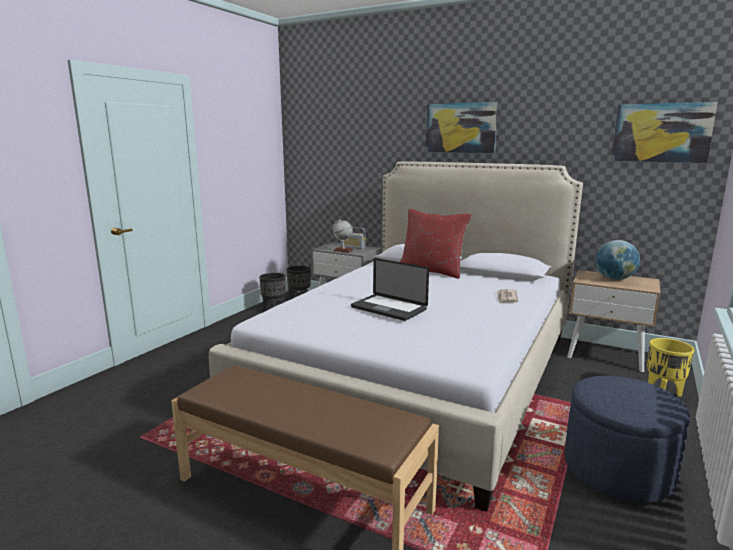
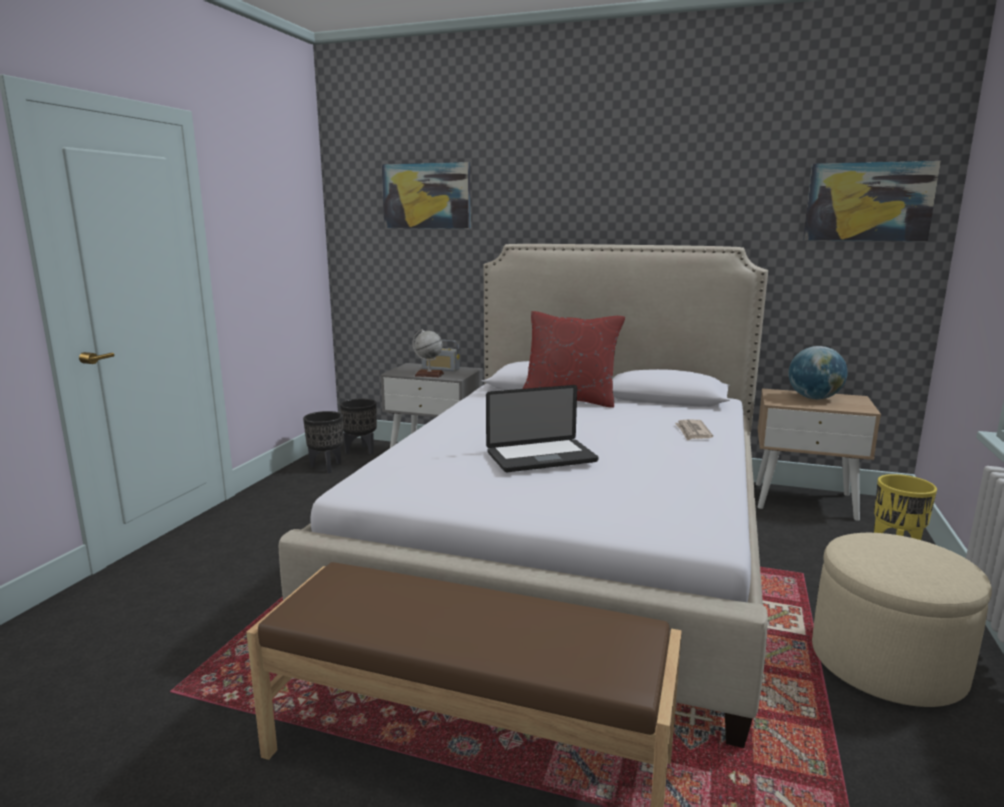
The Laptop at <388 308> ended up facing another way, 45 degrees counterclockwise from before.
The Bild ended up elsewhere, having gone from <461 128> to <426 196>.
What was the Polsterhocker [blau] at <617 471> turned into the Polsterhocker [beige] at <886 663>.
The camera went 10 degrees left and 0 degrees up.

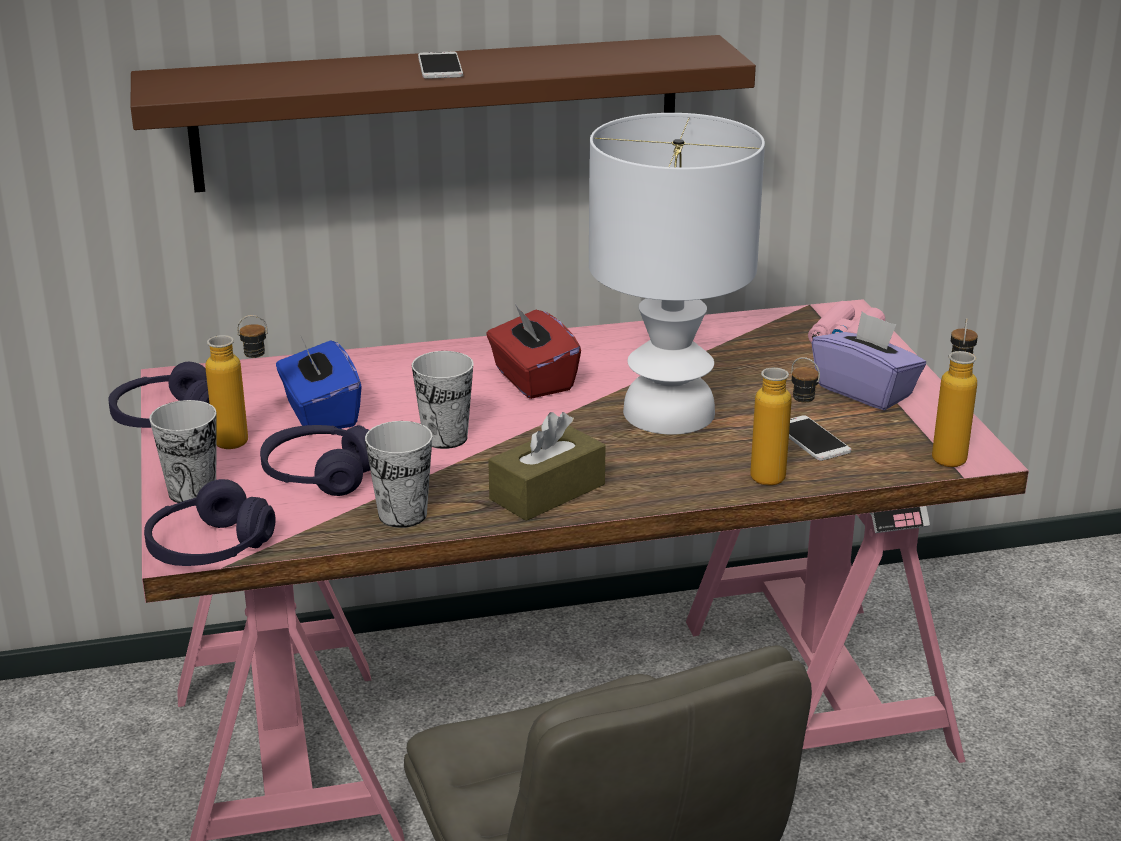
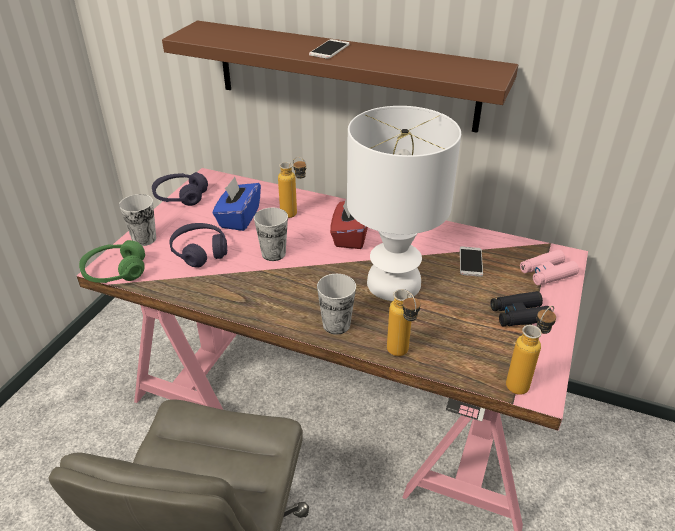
What was the Kopfhörer [lila] at <210 548> turned into the Kopfhörer [grün] at <115 272>.
The Flasche ended up elsewhere, having gone from <246 441> to <294 216>.
The Tasse ended up elsewhere, having gone from <402 515> to <336 324>.
The second view lost the Taschentuchbox [braun] at <547 492>.
The Handy ended up elsewhere, having gone from <812 439> to <470 262>.
Where the Taschentuchbox [lila] stood at <865 391>, the Fernglas [schwarz] came to stand at <519 315>.
The camera went 35 degrees right and 10 degrees up.

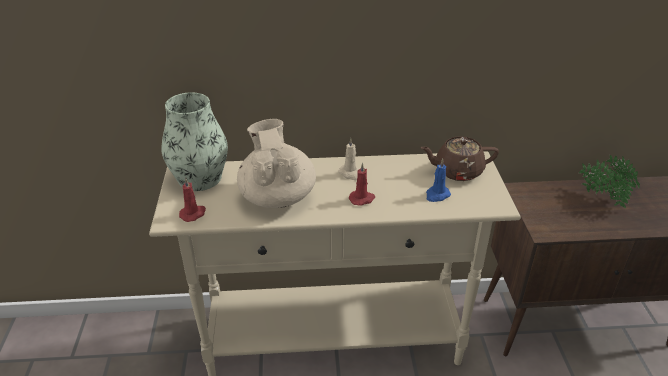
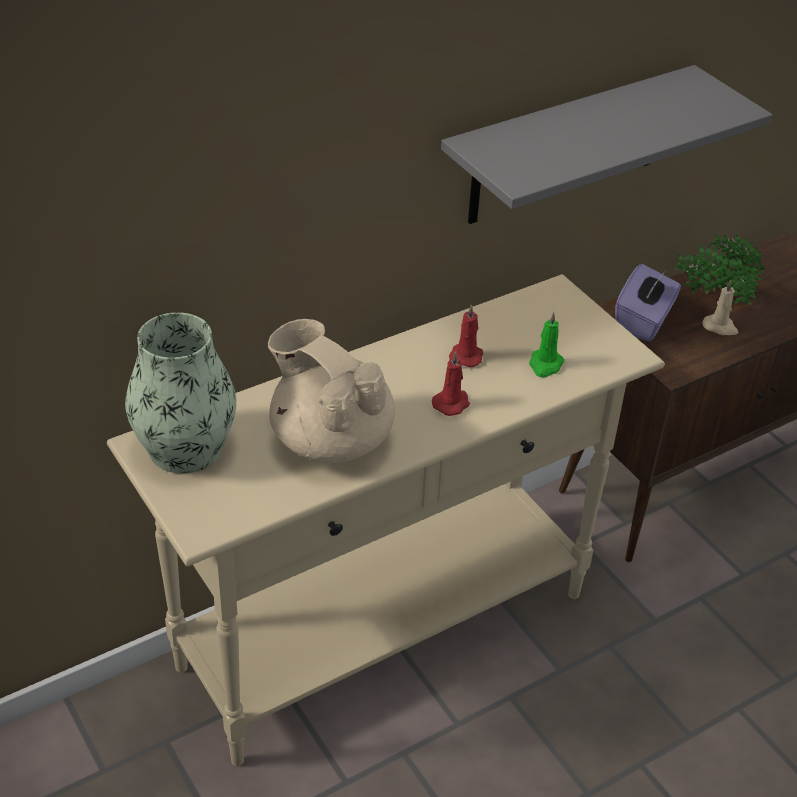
The Kerze [rot] ended up elsewhere, having gone from <193 214> to <466 355>.
The Kerze [beige] ended up elsewhere, having gone from <350 173> to <720 327>.
The second view lost the Teekanne [braun] at <457 171>.
What was the Kerze [blau] at <437 195> turned into the Kerze [grün] at <545 365>.
The second view gained the Wandregal [grau] at <567 146>.
The second view gained the Taschentuchbox [lila] at <643 321>.
The camera went 30 degrees left and 5 degrees up.

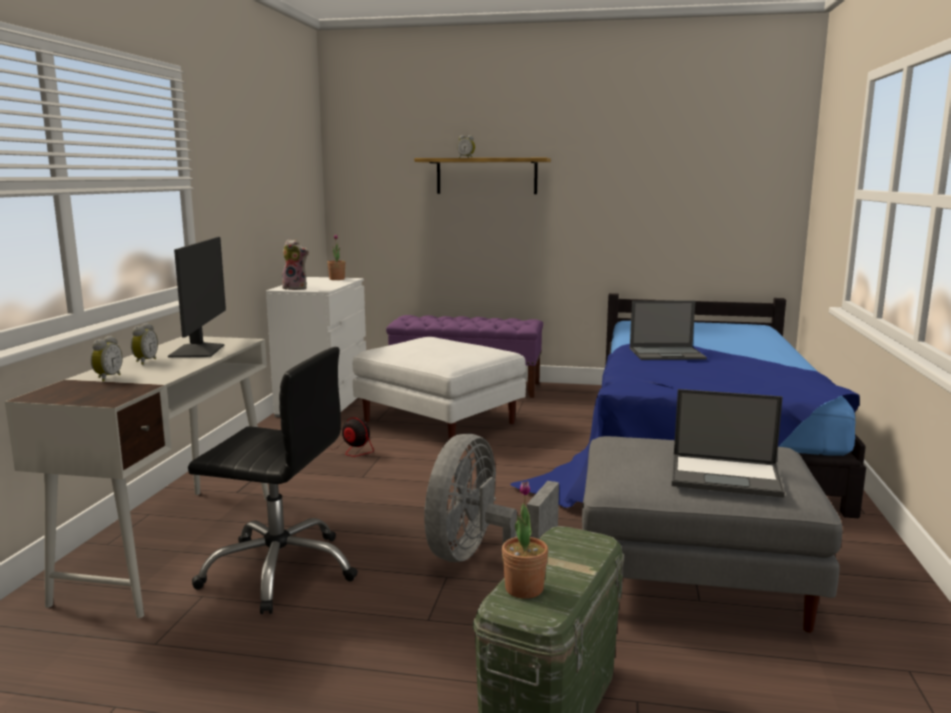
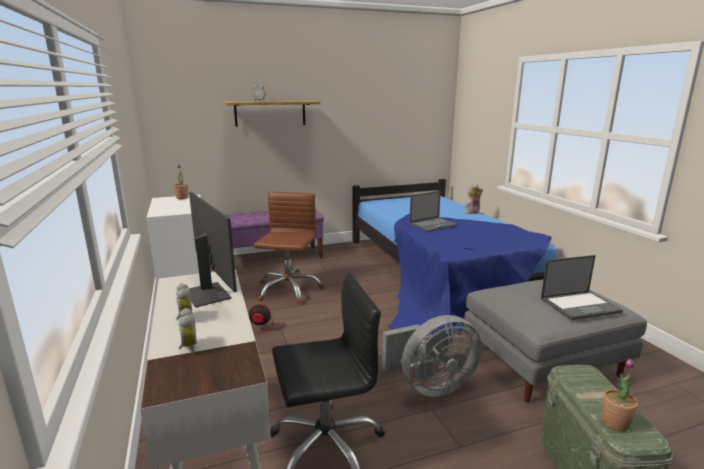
The Plüschtier ended up elsewhere, having gone from <296 288> to <472 212>.
Where the Polsterhocker [weiß] stood at <441 422>, the Bürostuhl [braun] came to stand at <288 289>.
The Ventilator [grau] at <479 556> ended up facing another way, 105 degrees counterclockwise from before.
The camera went 30 degrees left and 5 degrees up.

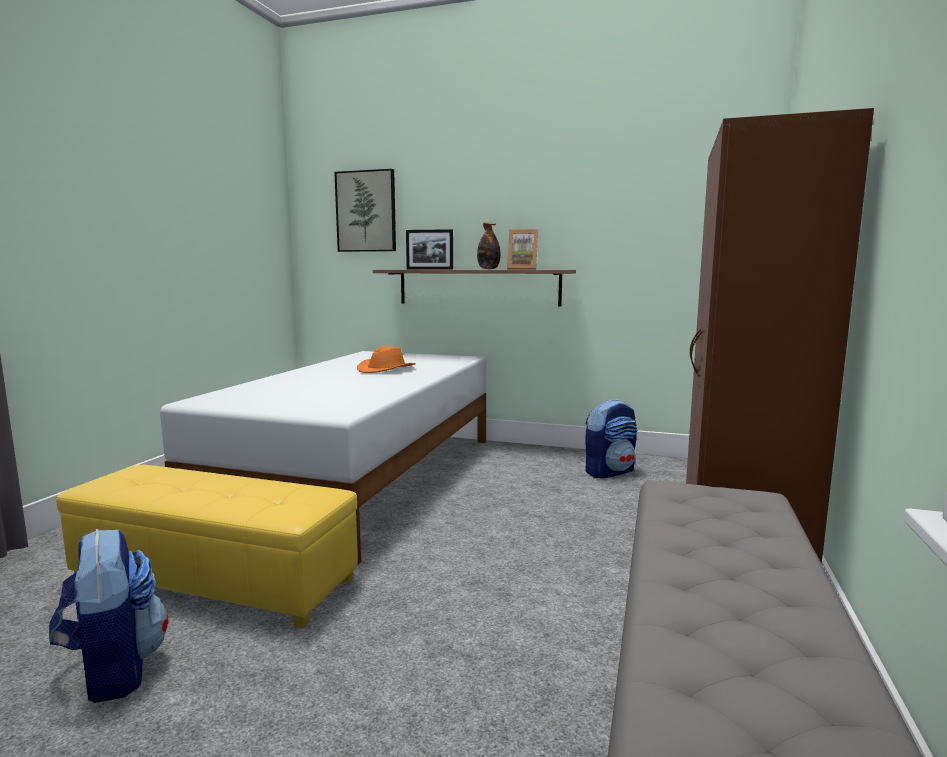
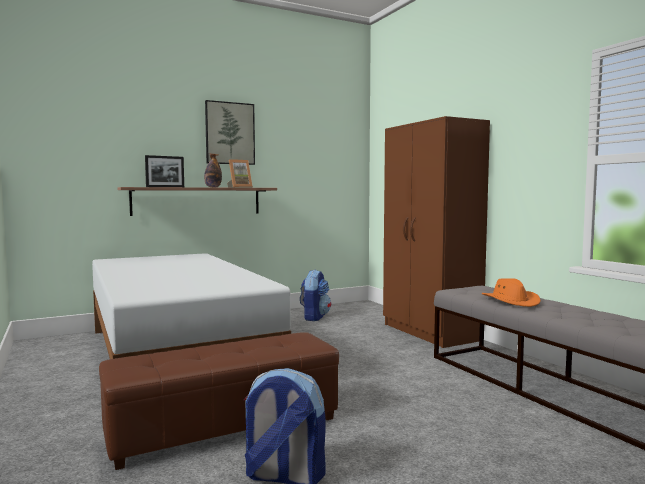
What was the Polsterhocker [gelb] at <216 579> turned into the Polsterhocker [braun] at <225 426>.
The Bild ended up elsewhere, having gone from <366 211> to <230 133>.
The Hut [orange] ended up elsewhere, having gone from <386 369> to <511 301>.
The camera went 45 degrees left and 5 degrees down.

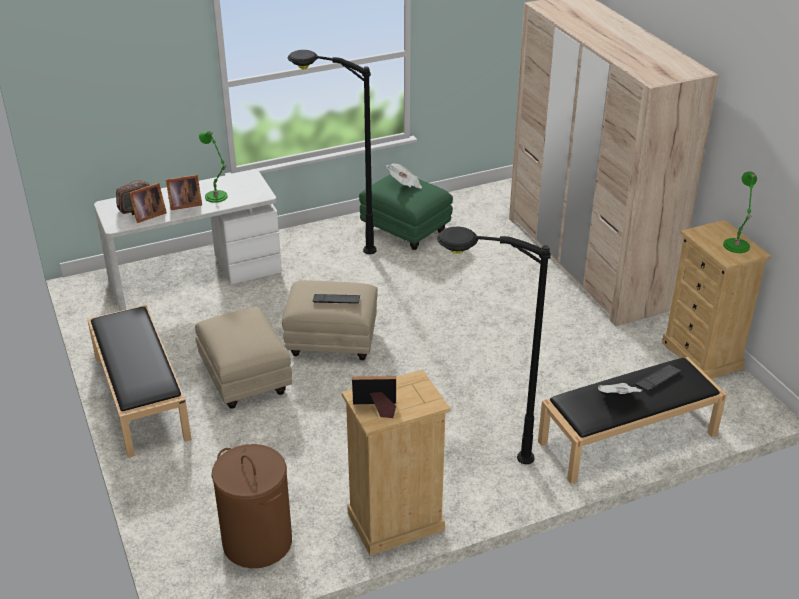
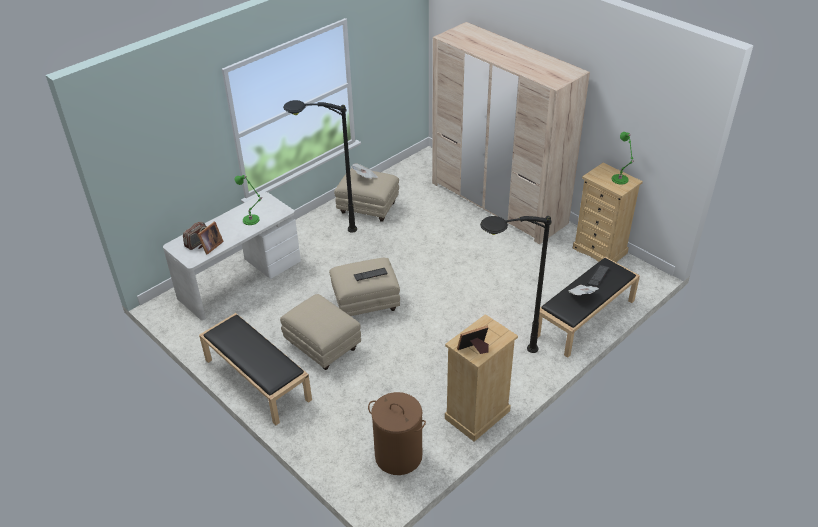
The second view lost the Bilderrahmen at <184 204>.
What was the Polsterhocker [grün] at <406 231> turned into the Polsterhocker [beige] at <368 208>.
The camera went 20 degrees left and 5 degrees up.

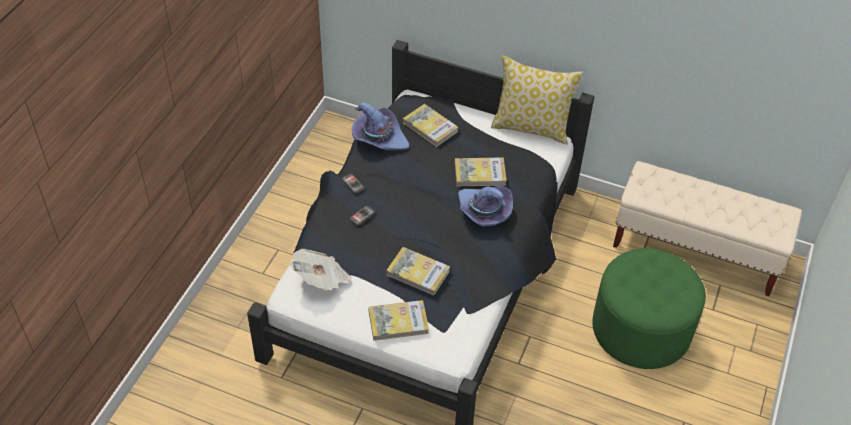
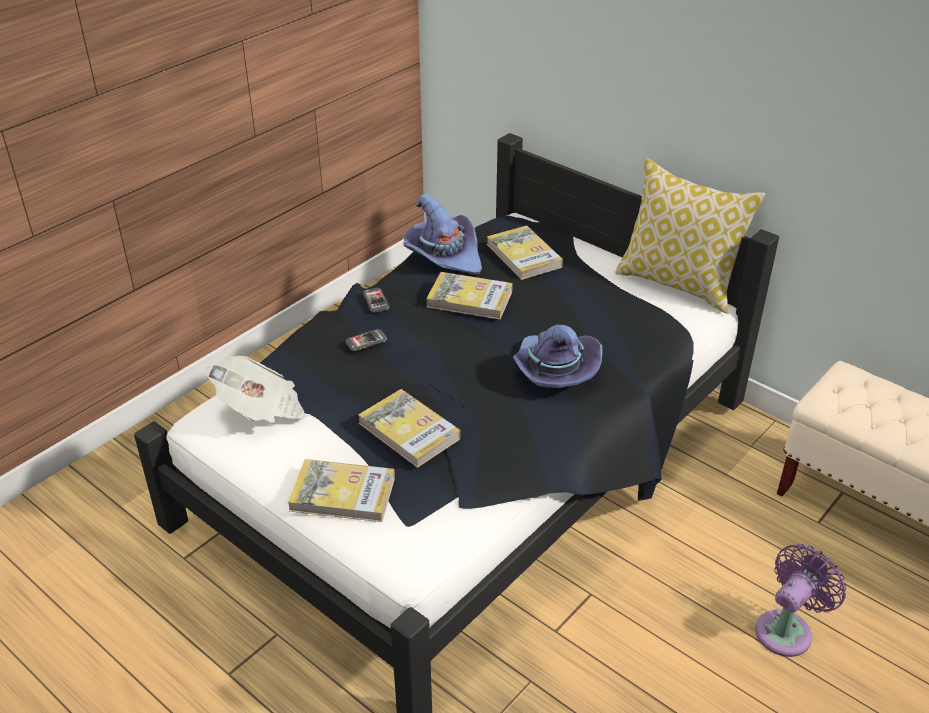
The Buch ended up elsewhere, having gone from <480 174> to <469 299>.
Where the Polsterhocker [grün] stood at <641 329>, the Ventilator [lila] came to stand at <787 629>.
The camera went 20 degrees right and 10 degrees down.

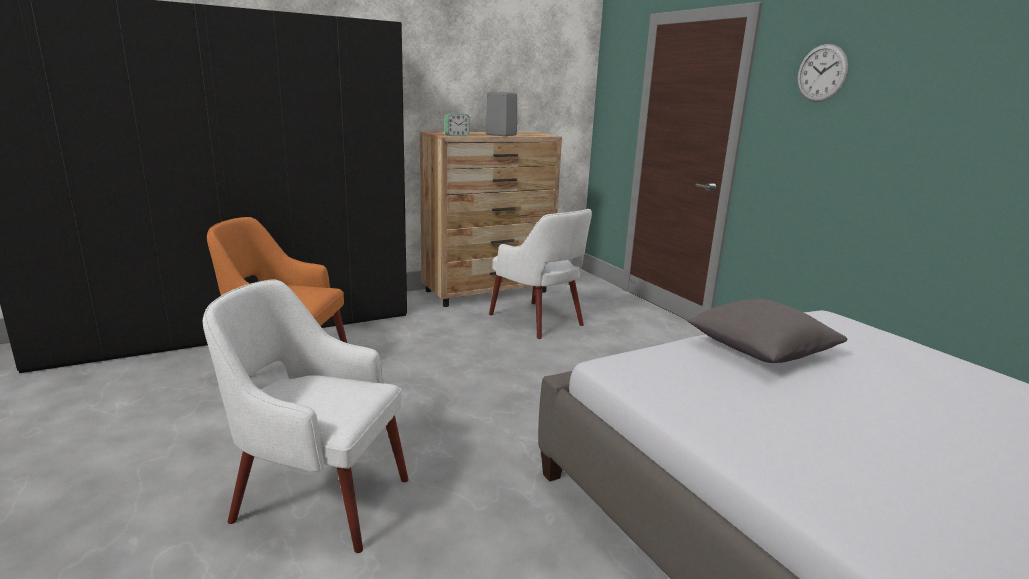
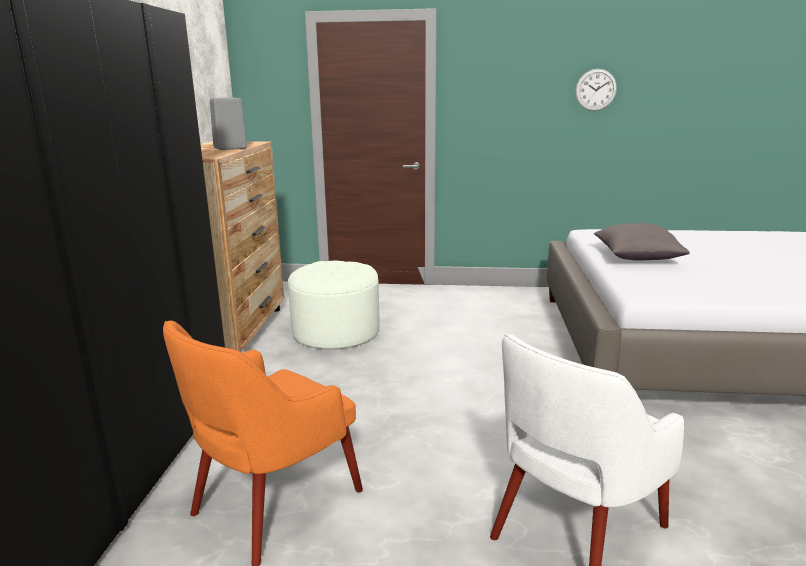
The second view lost the Wecker at <456 135>.
Where the Sessel [weiß] stood at <537 320>, the Polsterhocker [weiß] came to stand at <336 332>.
The Wanduhr ended up elsewhere, having gone from <822 73> to <595 90>.
The camera went 55 degrees left and 0 degrees up.

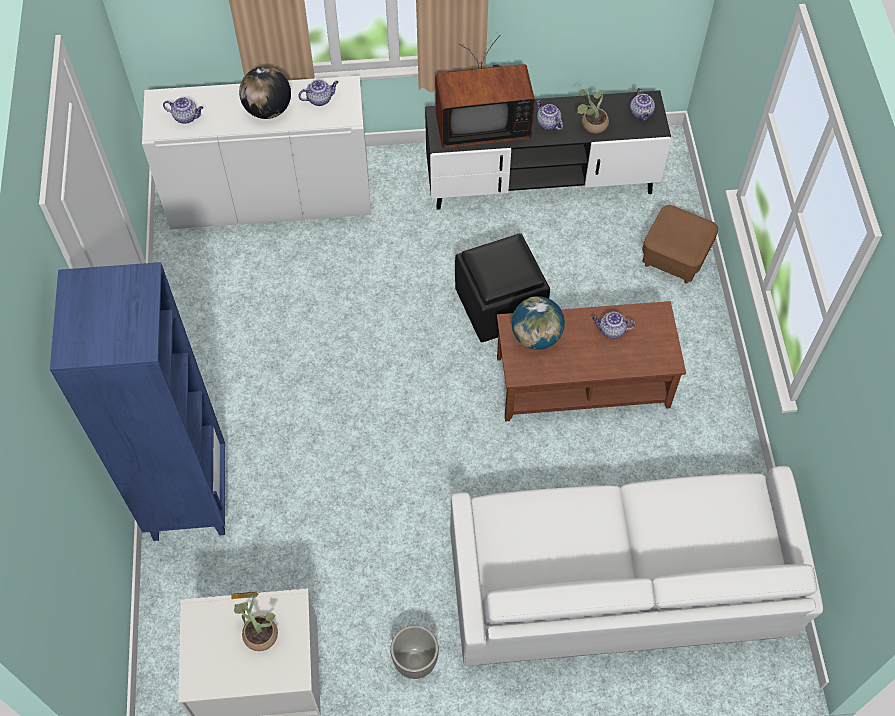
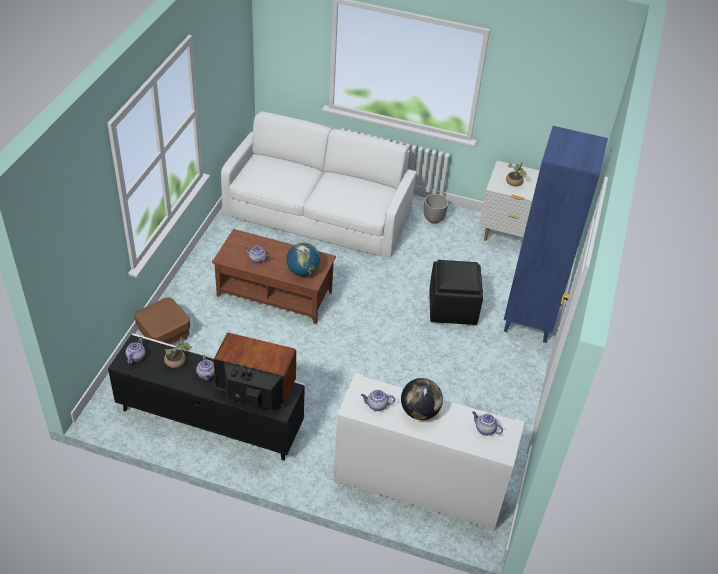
The Polsterhocker [schwarz] ended up elsewhere, having gone from <499 305> to <453 308>.
The camera went 160 degrees left and 15 degrees down.

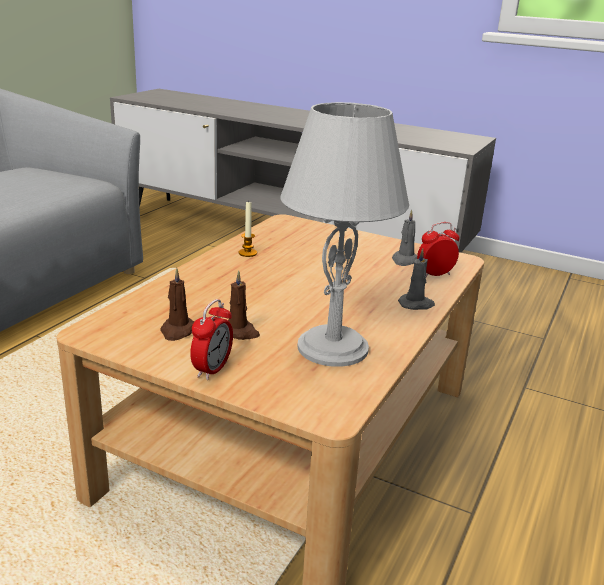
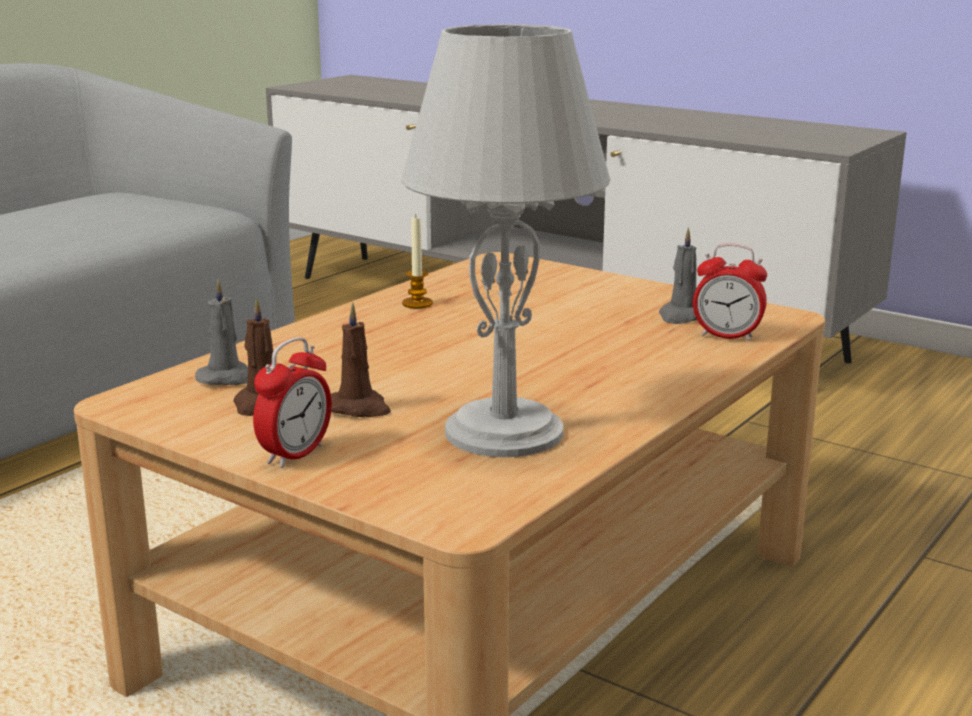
The Kerze [grau] ended up elsewhere, having gone from <416 304> to <229 378>.
The Wecker at <435 274> ended up facing another way, 150 degrees counterclockwise from before.
The camera went 10 degrees right and 5 degrees down.

